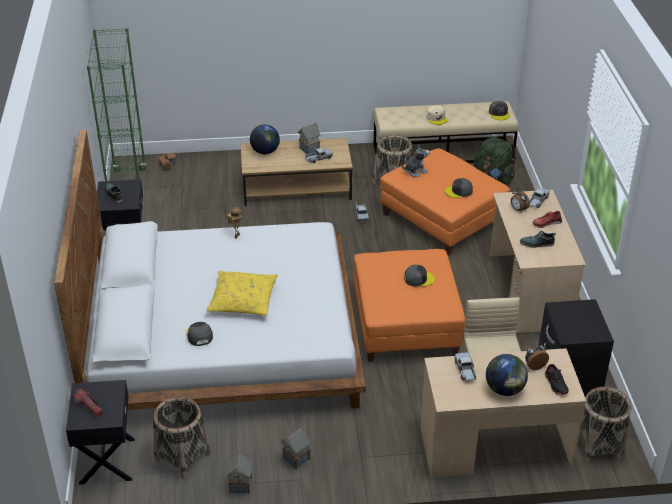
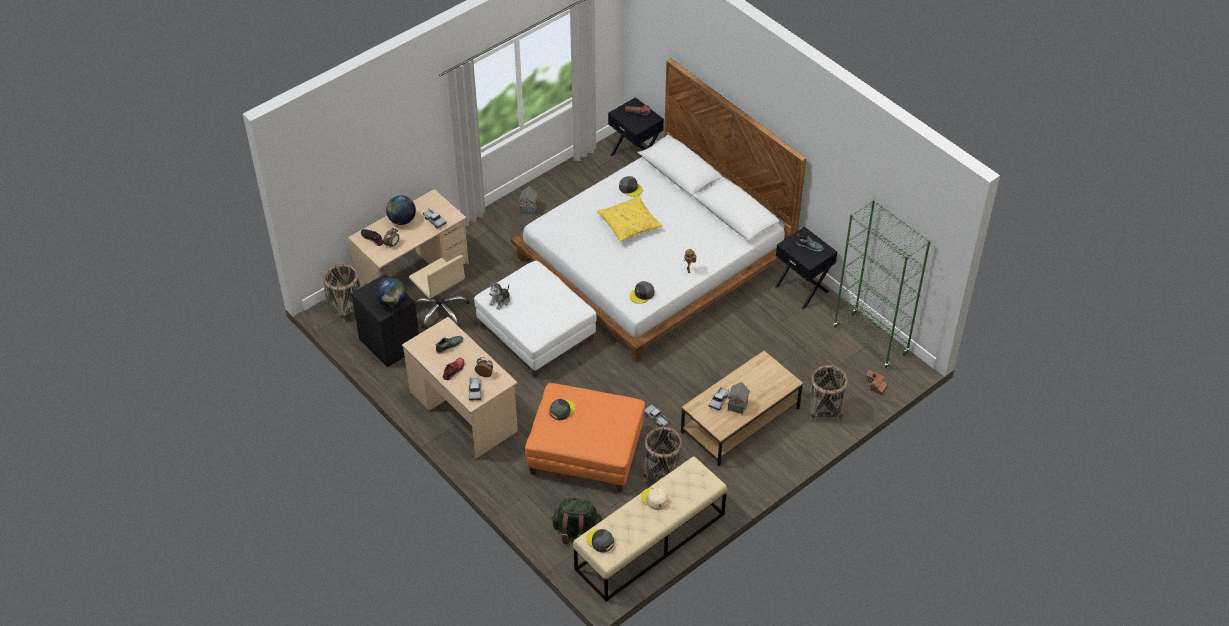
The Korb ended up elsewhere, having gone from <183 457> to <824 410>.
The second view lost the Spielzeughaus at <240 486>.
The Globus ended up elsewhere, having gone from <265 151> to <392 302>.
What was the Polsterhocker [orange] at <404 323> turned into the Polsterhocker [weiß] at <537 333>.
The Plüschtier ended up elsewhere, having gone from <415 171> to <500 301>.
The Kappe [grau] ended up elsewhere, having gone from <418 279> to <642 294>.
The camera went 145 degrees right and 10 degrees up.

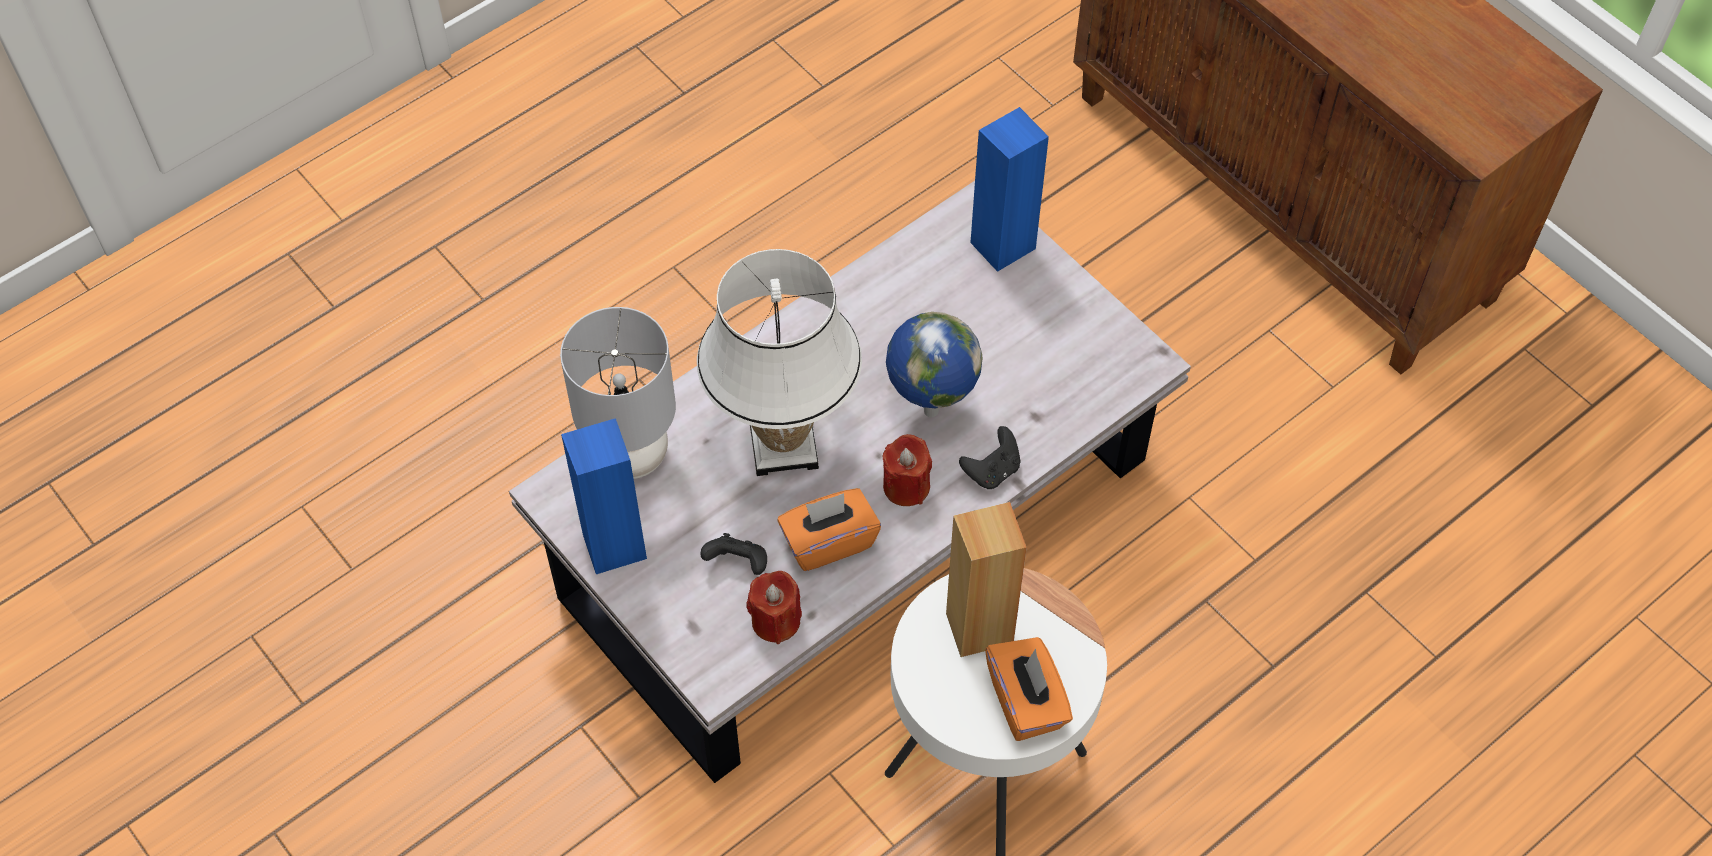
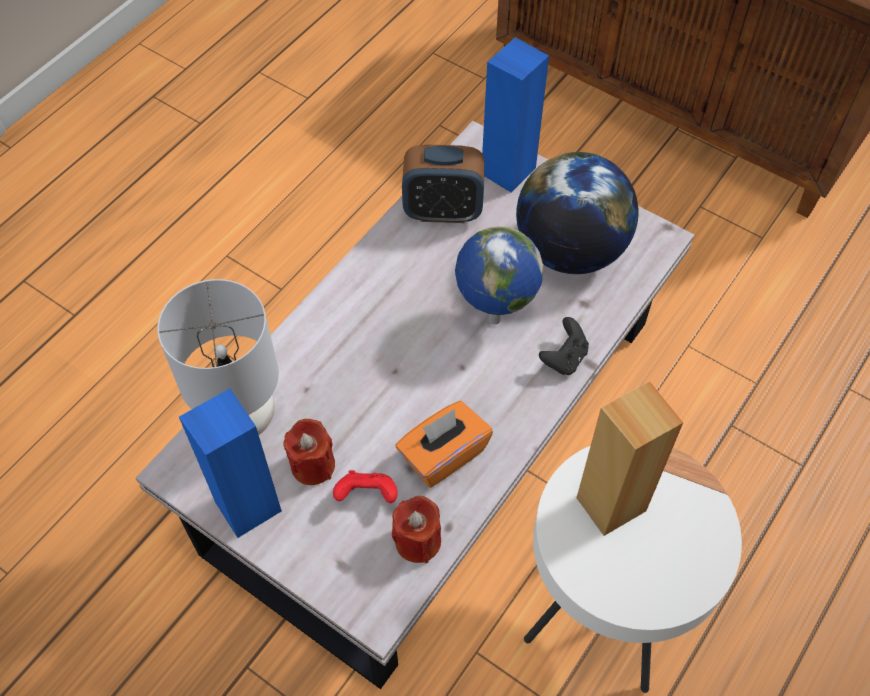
The second view lost the Tischlampe [weiß] at <783 445>.
What was the Gamepad [schwarz] at <738 563> turned into the Gamepad [rot] at <367 495>.
The Kerze [rot] ended up elsewhere, having gone from <906 486> to <312 465>.
The second view lost the Taschentuchbox [orange] at <1026 702>.
The second view gained the Wecker at <443 211>.
The second view gained the Globus at <570 250>.
The camera went 15 degrees left and 0 degrees up.

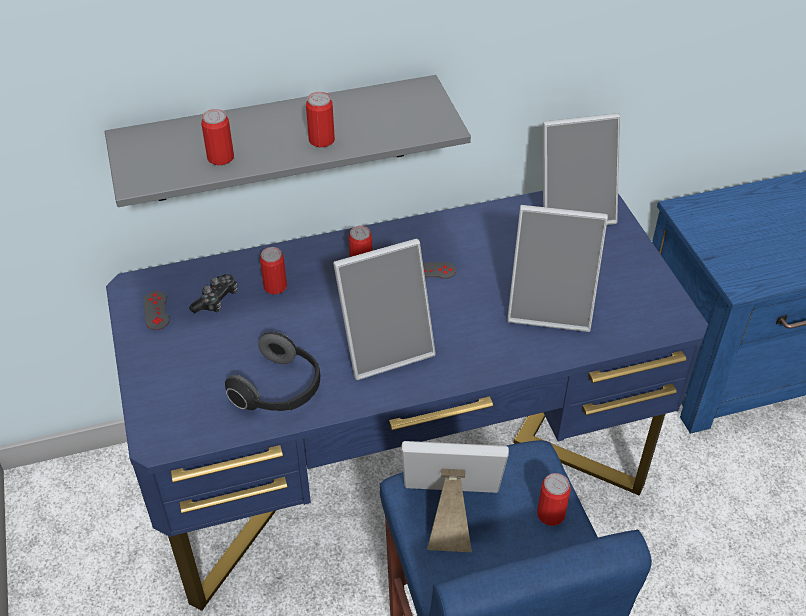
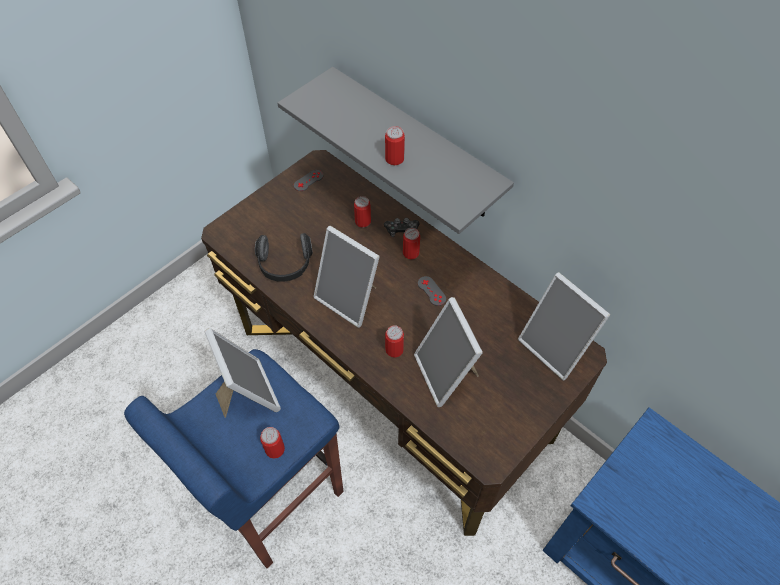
What was the Schreibtisch [blau] at <402 471> turned into the Schreibtisch [braun] at <391 383>.
The Gamepad ended up elsewhere, having gone from <216 300> to <401 230>.
The Dose ended up elsewhere, having gone from <220 158> to <394 350>.
The camera went 60 degrees right and 10 degrees up.

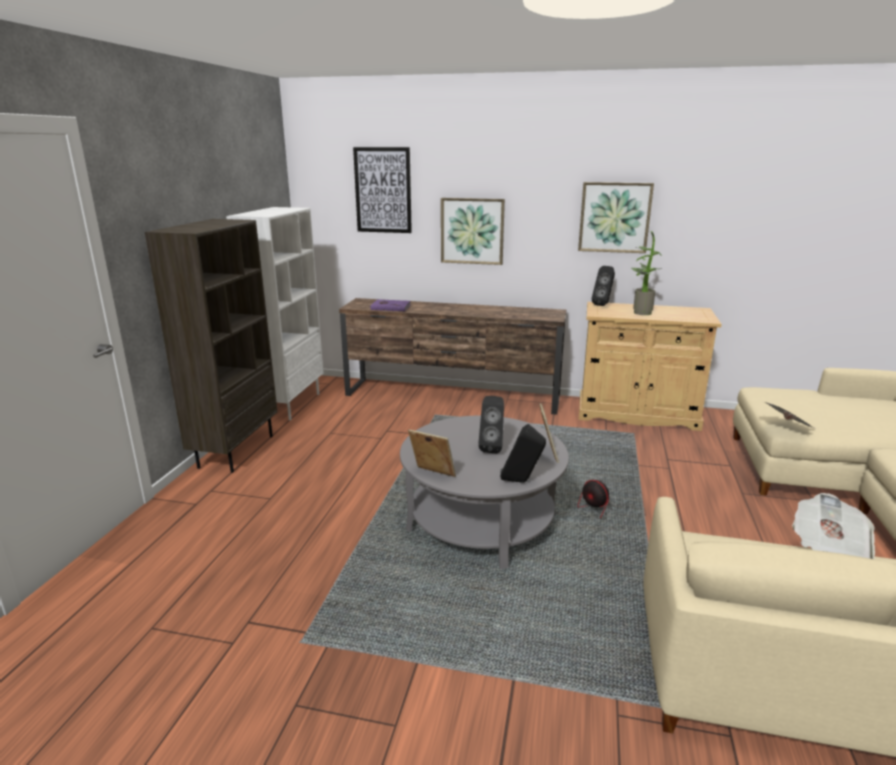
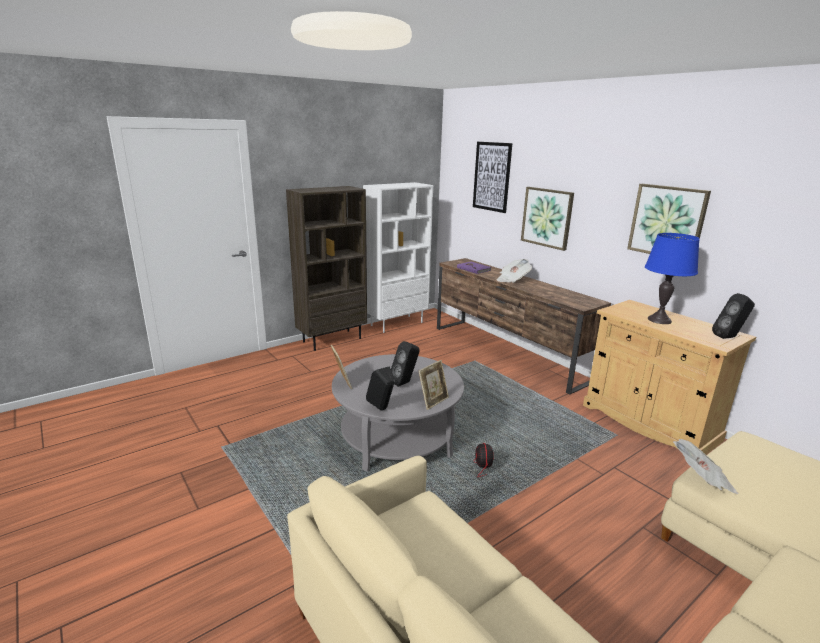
The Lautsprecher [schwarz] ended up elsewhere, having gone from <603 305> to <729 337>.
Where the Topfpflanze stood at <640 312>, the Tischlampe [blau] came to stand at <659 320>.
The Zeitung ended up elsewhere, having gone from <829 552> to <512 280>.
The camera went 40 degrees right and 0 degrees up.

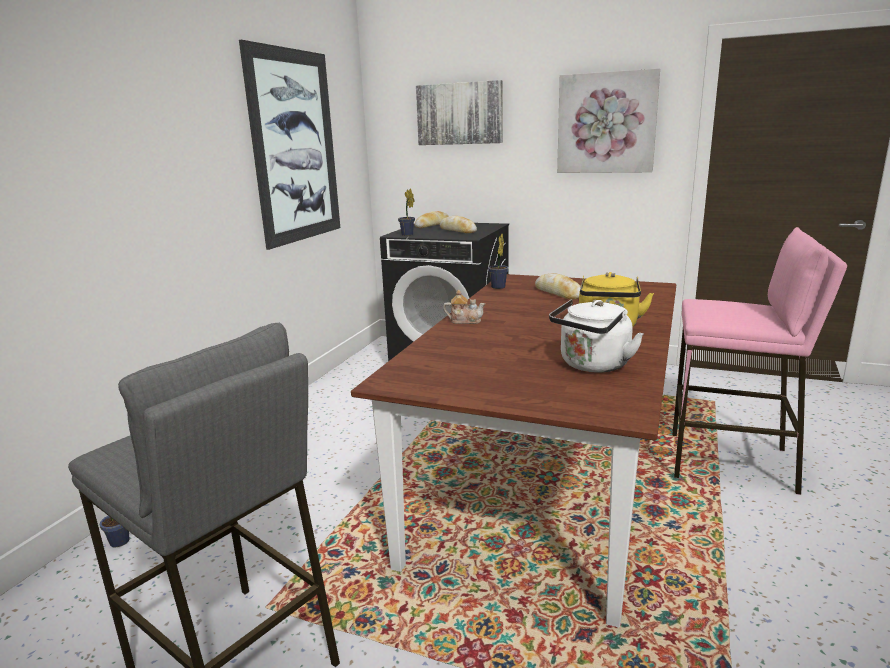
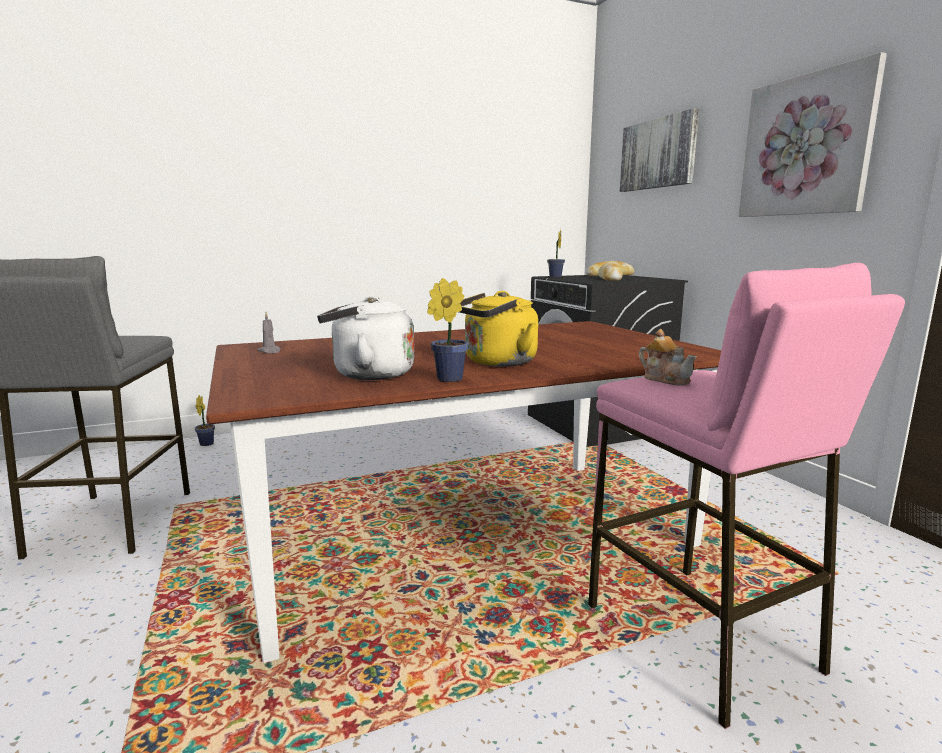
The second view lost the Bild at <295 147>.
The Teekanne ended up elsewhere, having gone from <465 321> to <666 379>.
The Topfpflanze ended up elsewhere, having gone from <497 287> to <446 379>.
The second view lost the Brot at <558 293>.
The second view gained the Kerze [grau] at <270 351>.
The camera went 45 degrees right and 5 degrees down.

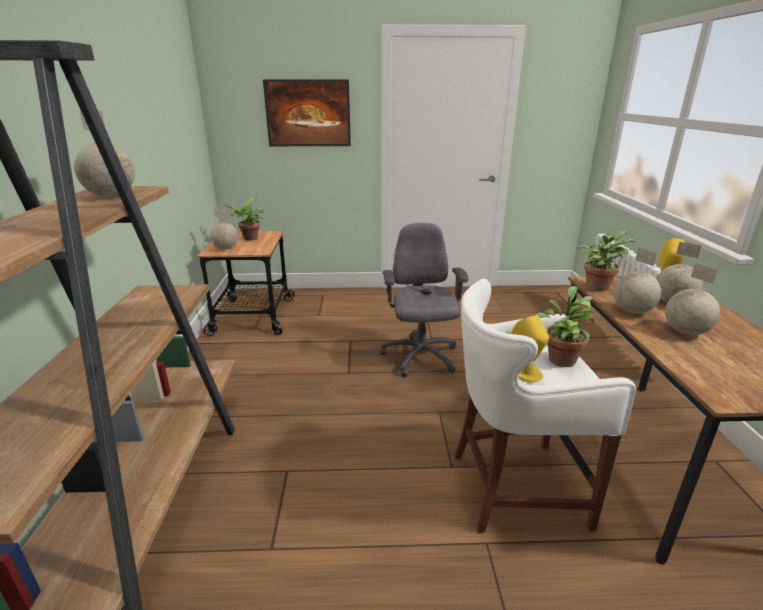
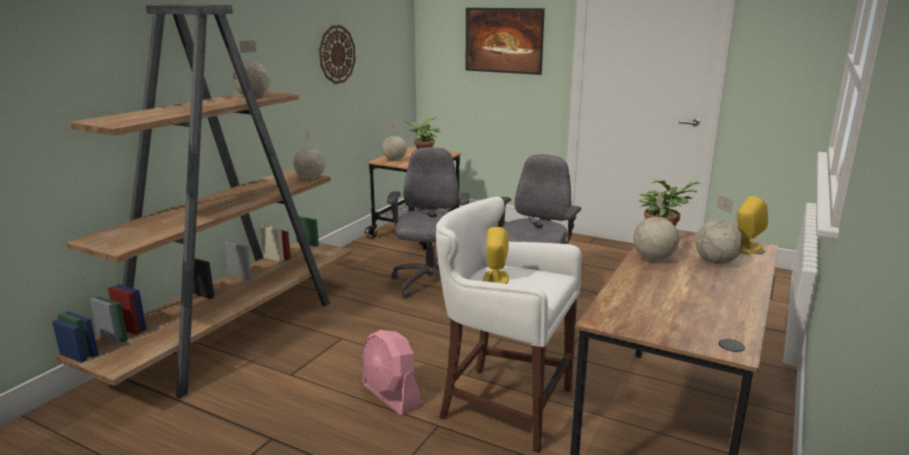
The second view lost the Topfpflanze at <560 358>.
The Globus ended up elsewhere, having gone from <685 332> to <310 178>.
The second view gained the Wanduhr at <336 54>.
The second view gained the Ventilator [rosa] at <390 395>.
The second view gained the Bürostuhl [grau] at <430 283>.
The camera went 30 degrees right and 5 degrees down.

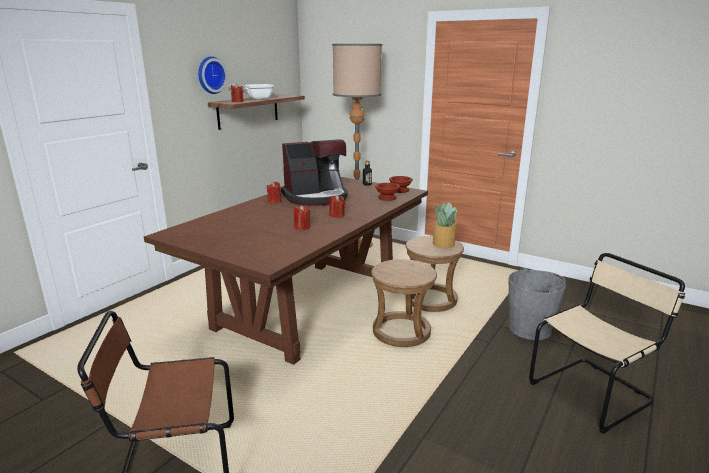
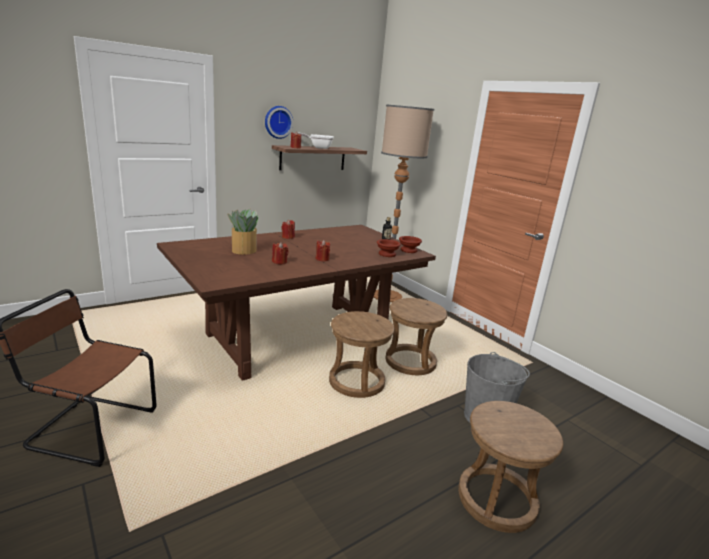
The second view lost the Kaffeemaschine at <316 197>.
The Topfpflanze ended up elsewhere, having gone from <443 243> to <243 251>.
Where the Stuhl [beige] stood at <593 392>, the Hocker [braun] came to stand at <497 499>.
The camera went 20 degrees right and 0 degrees up.

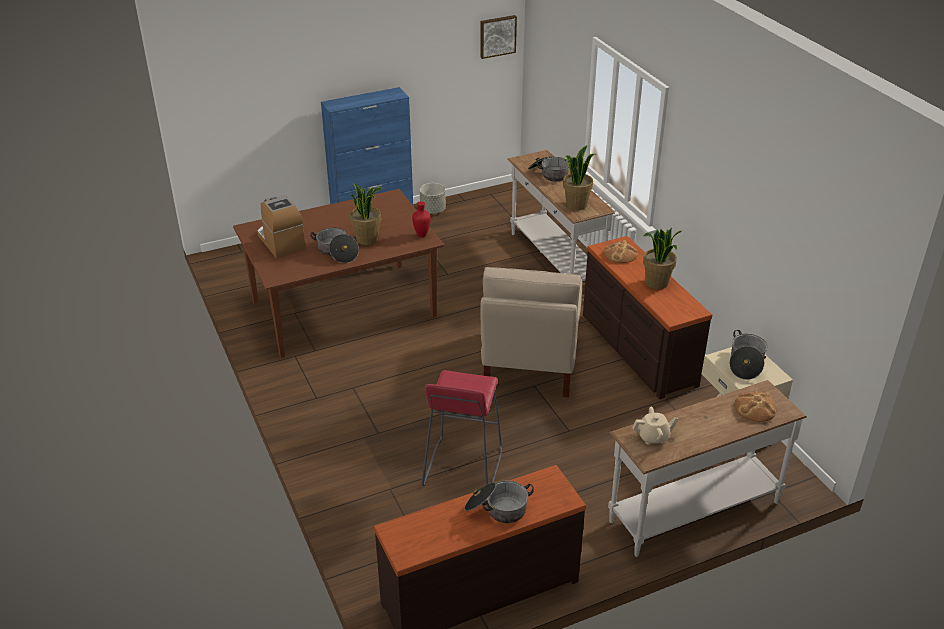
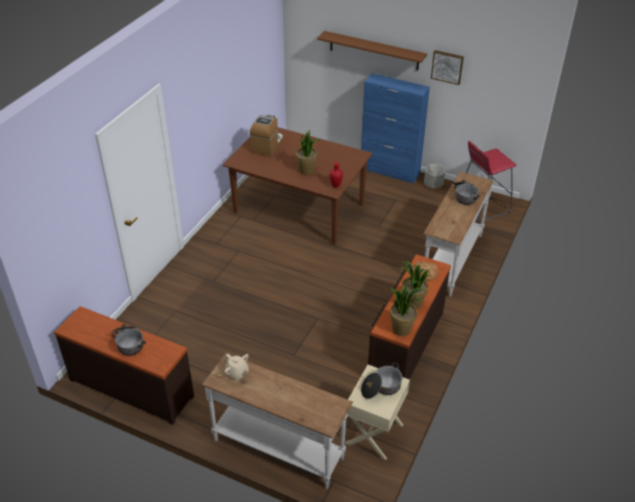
The second view lost the Kochtopf at <336 252>.
The Hocker [rot] ended up elsewhere, having gone from <462 468> to <482 206>.
The Bild ended up elsewhere, having gone from <497 36> to <447 66>.
The second view lost the Stuhl [beige] at <530 363>.
The Topfpflanze ended up elsewhere, having gone from <576 204> to <401 329>.
The second view lost the Brot at <755 408>.
The second view gained the Wandregal [braun] at <374 51>.
The camera went 50 degrees right and 5 degrees up.

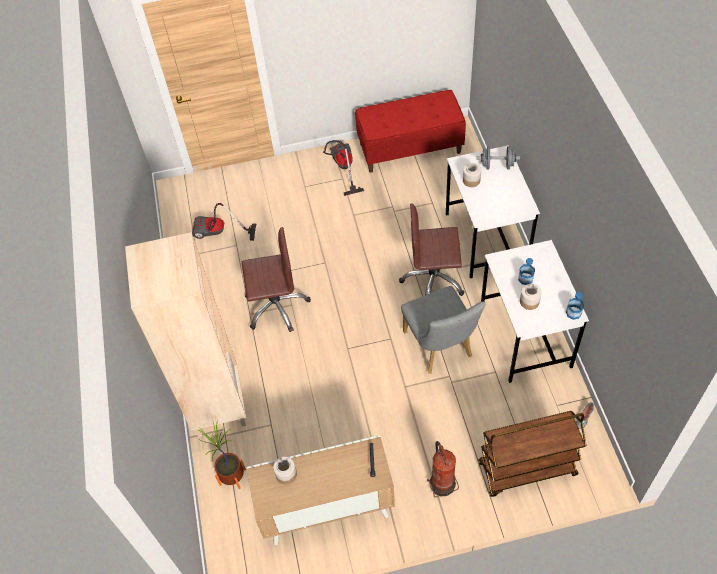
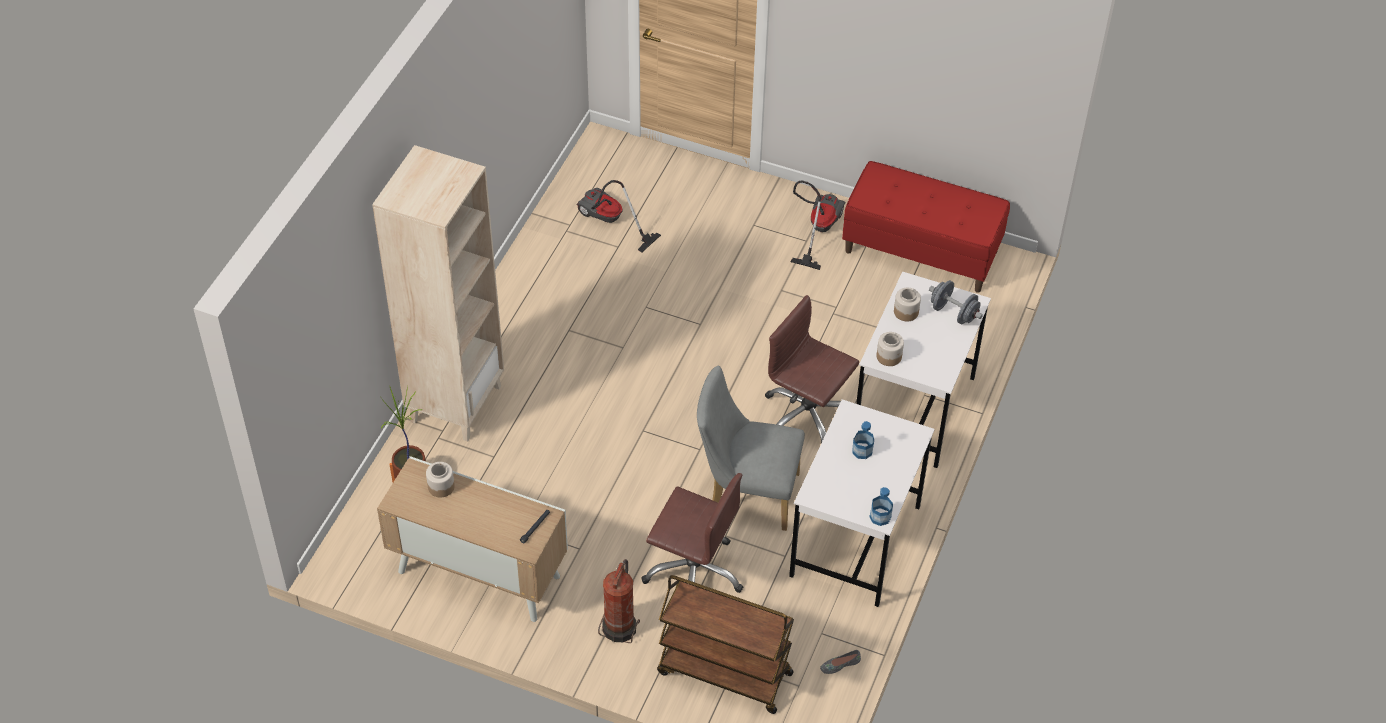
The Bürostuhl [braun] ended up elsewhere, having gone from <276 306> to <694 572>.
The Stuhl [grau] at <440 348> ended up facing another way, 90 degrees clockwise from before.
The Vorratsglas ended up elsewhere, having gone from <529 301> to <889 356>.
The camera went 30 degrees right and 5 degrees down.

